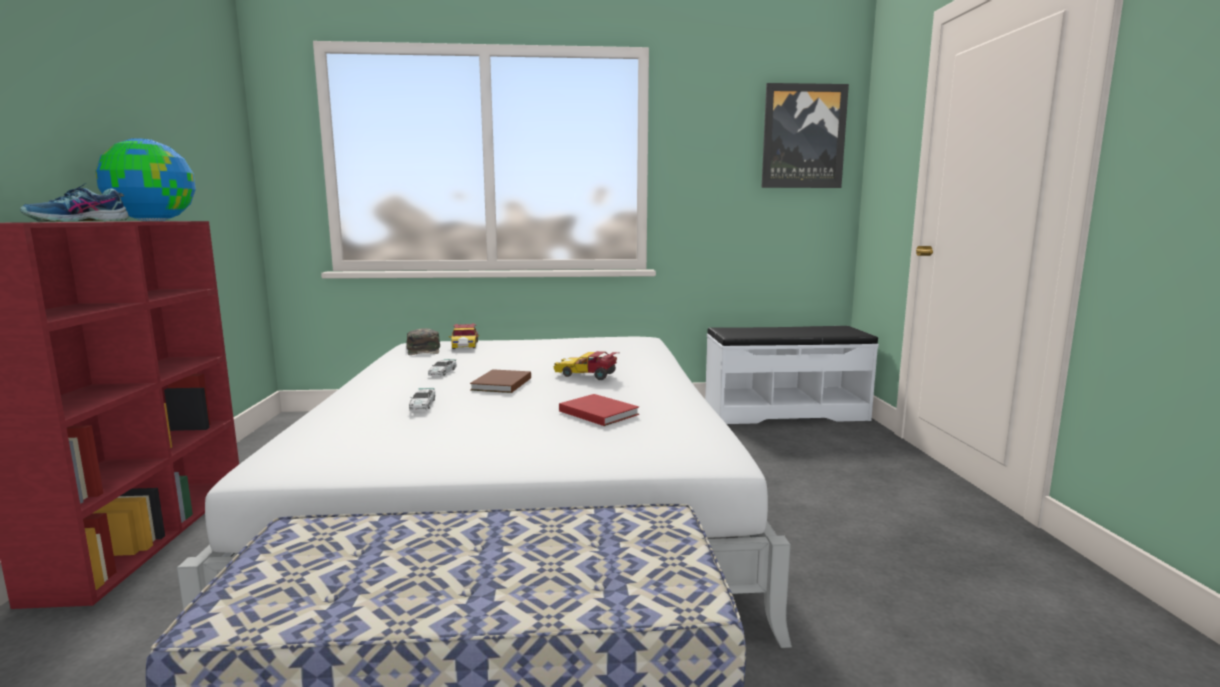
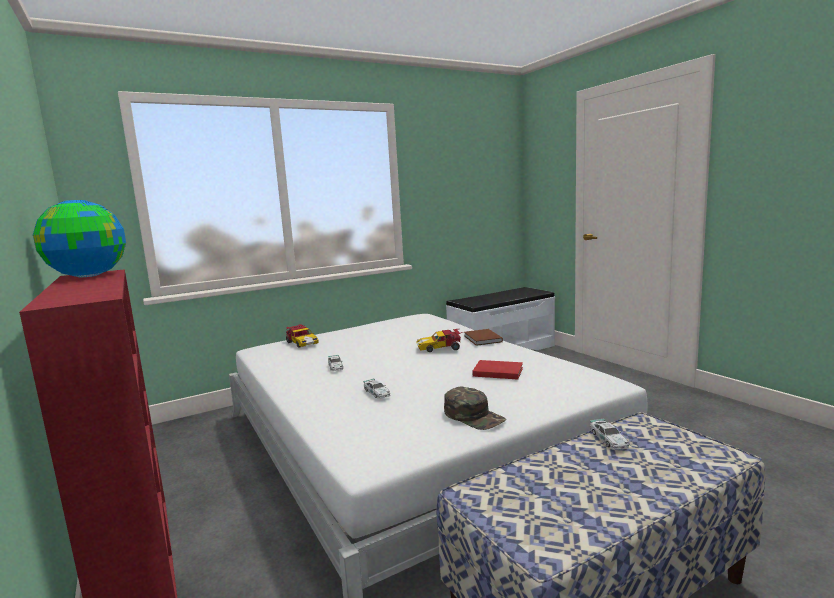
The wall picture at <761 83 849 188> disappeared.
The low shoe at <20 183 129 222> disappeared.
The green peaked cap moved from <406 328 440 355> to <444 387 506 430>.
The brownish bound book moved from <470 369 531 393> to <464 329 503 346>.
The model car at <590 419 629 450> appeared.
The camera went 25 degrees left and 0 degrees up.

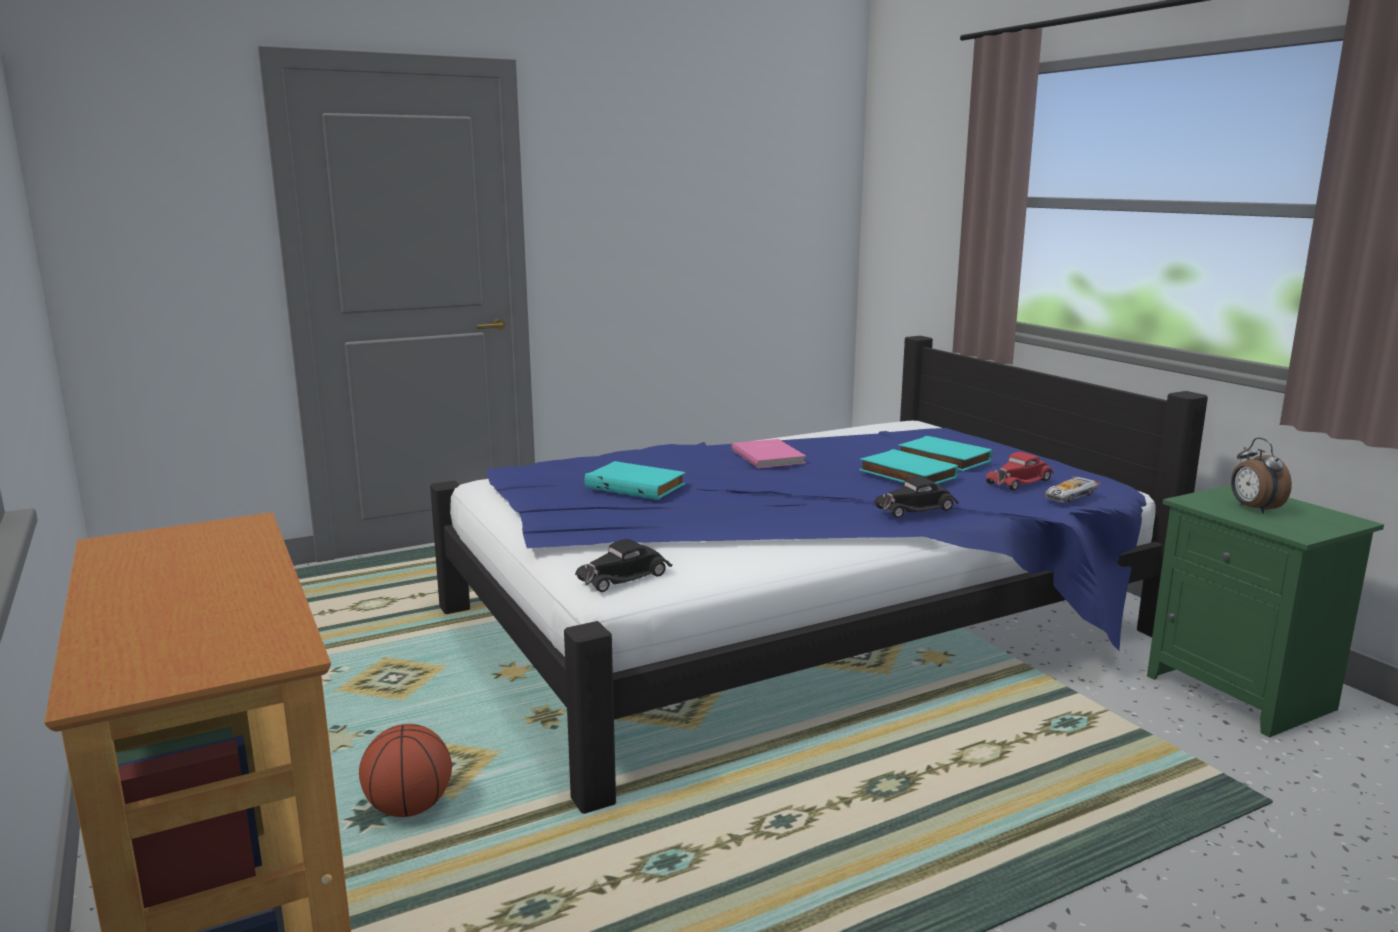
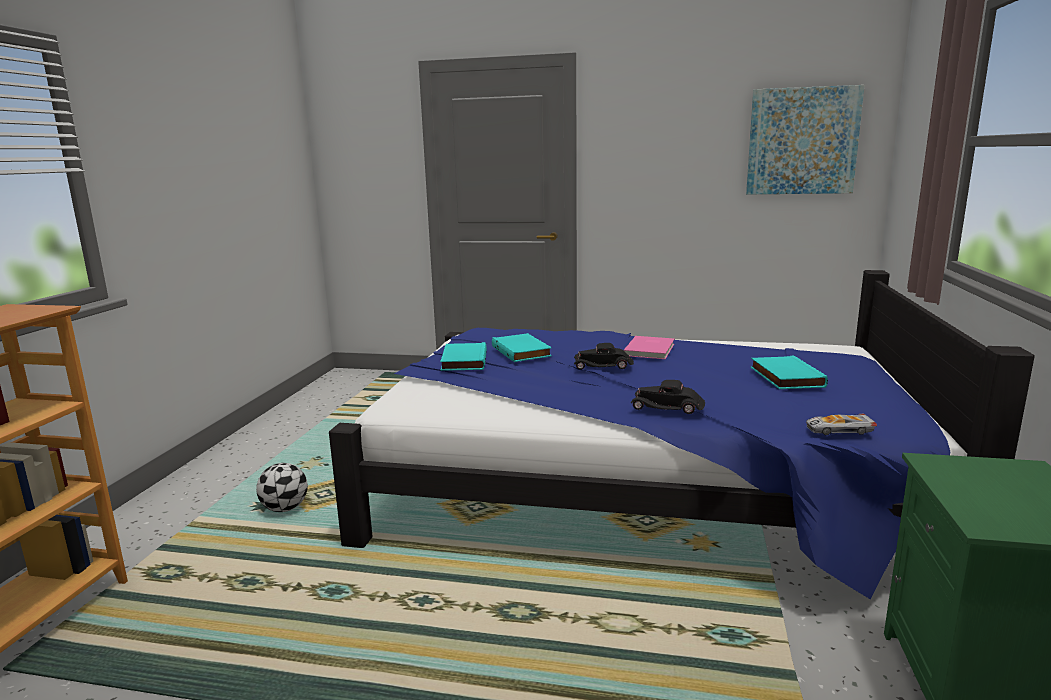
The alarm clock at <1231 438 1292 514> disappeared.
The turquoise-coloured bound book moved from <859 449 958 484> to <440 342 487 371>.
The red model car at <985 452 1055 491> disappeared.
The black model car moved from <575 539 673 592> to <574 343 634 370>.
The basketball at <359 724 452 817> was replaced by the ball for football at <256 463 308 512>.
The wall picture at <746 85 865 194> appeared.
The camera went 40 degrees right and 0 degrees up.

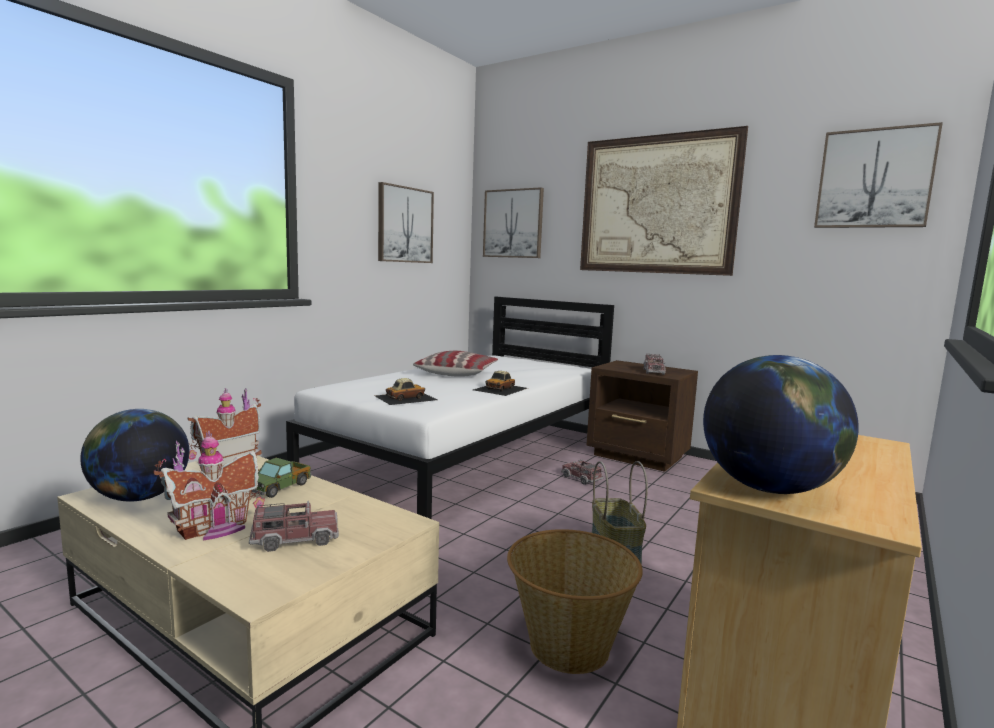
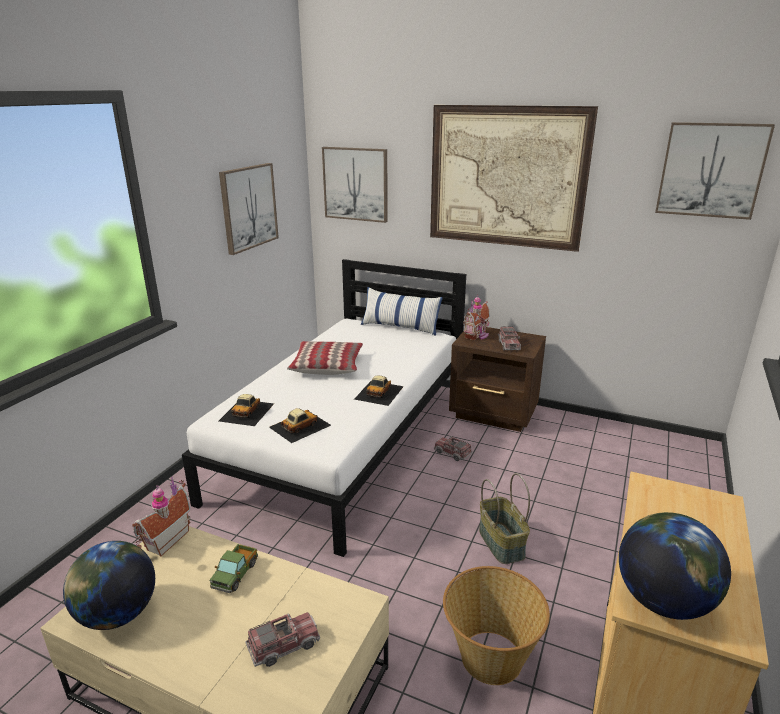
The model house moved from <153 431 264 541> to <463 295 490 340>.
The pillow at <361 287 442 336> appeared.
The model car at <219 394 274 426> appeared.
The camera went 10 degrees left and 15 degrees up.

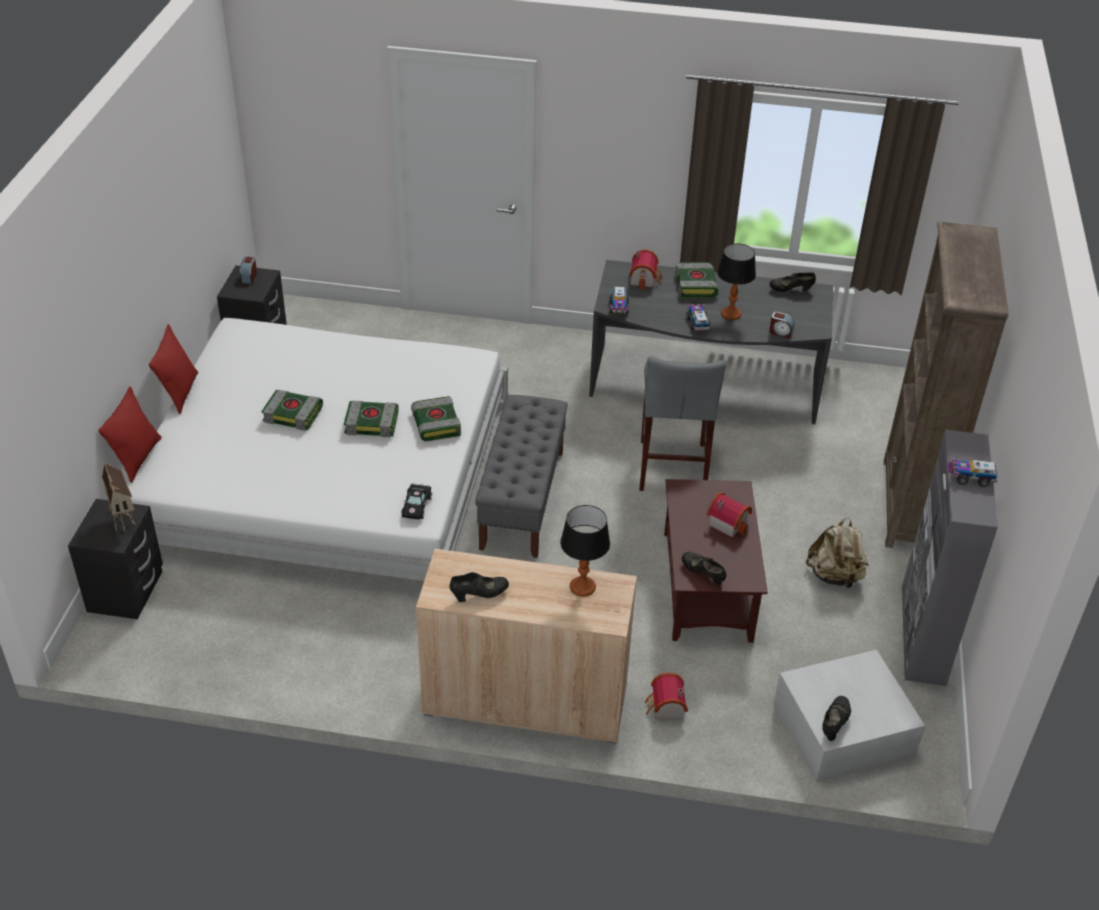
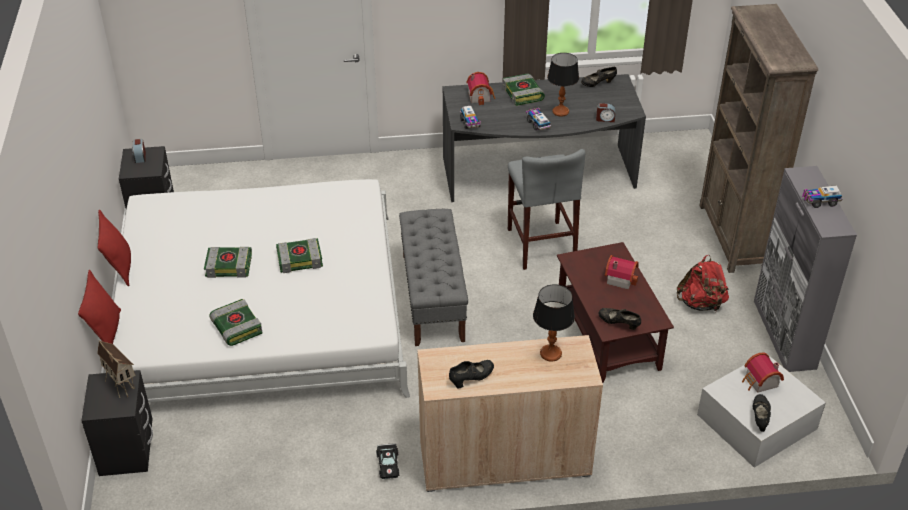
The bound book moved from <411 396 461 441> to <209 299 262 346>.
The black model car moved from <401 483 432 520> to <376 443 399 479>.
The beige knapsack at <806 518 869 588> became the red knapsack at <677 255 729 311>.
The model house moved from <645 673 688 719> to <742 352 784 393>.
The camera went 15 degrees left and 0 degrees up.

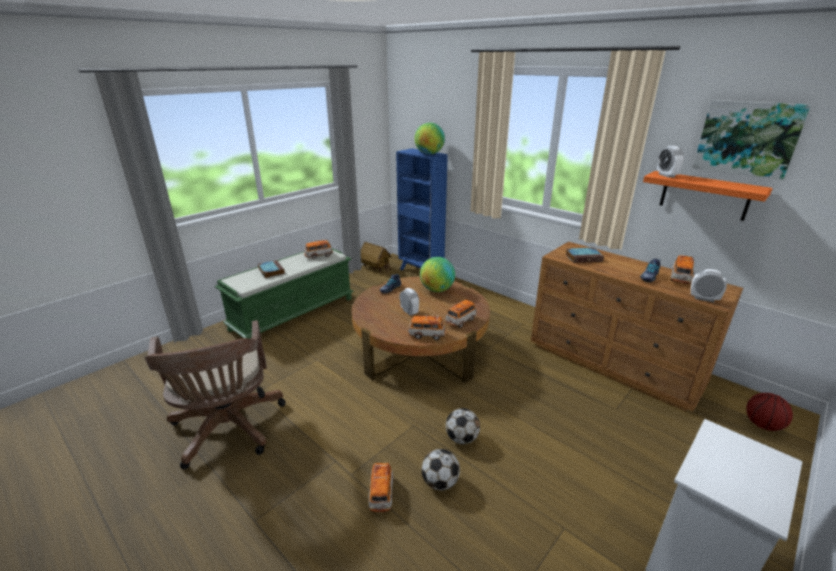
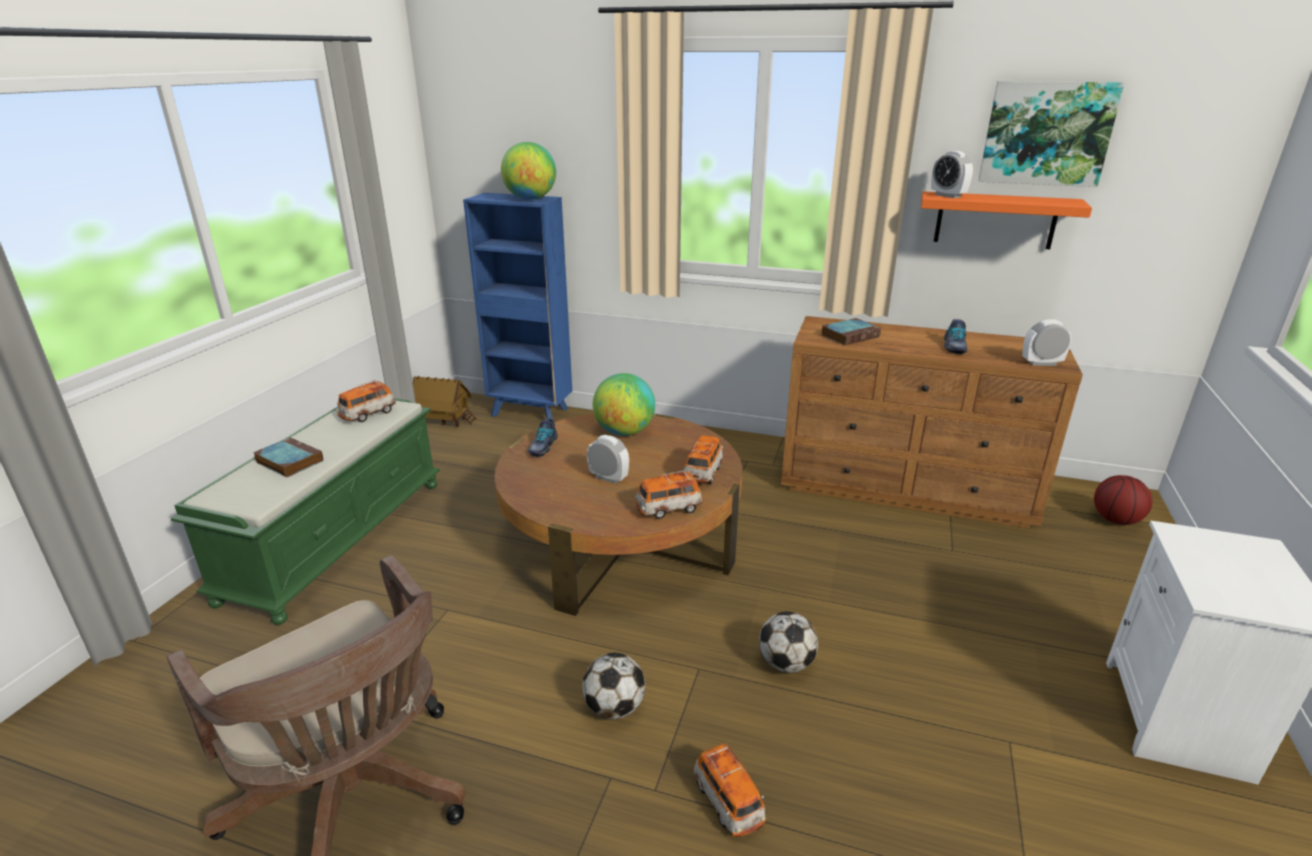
The model car at <671 255 695 284> disappeared.
The ball for football moved from <422 449 460 490> to <582 653 645 720>.
The camera went 25 degrees left and 0 degrees up.

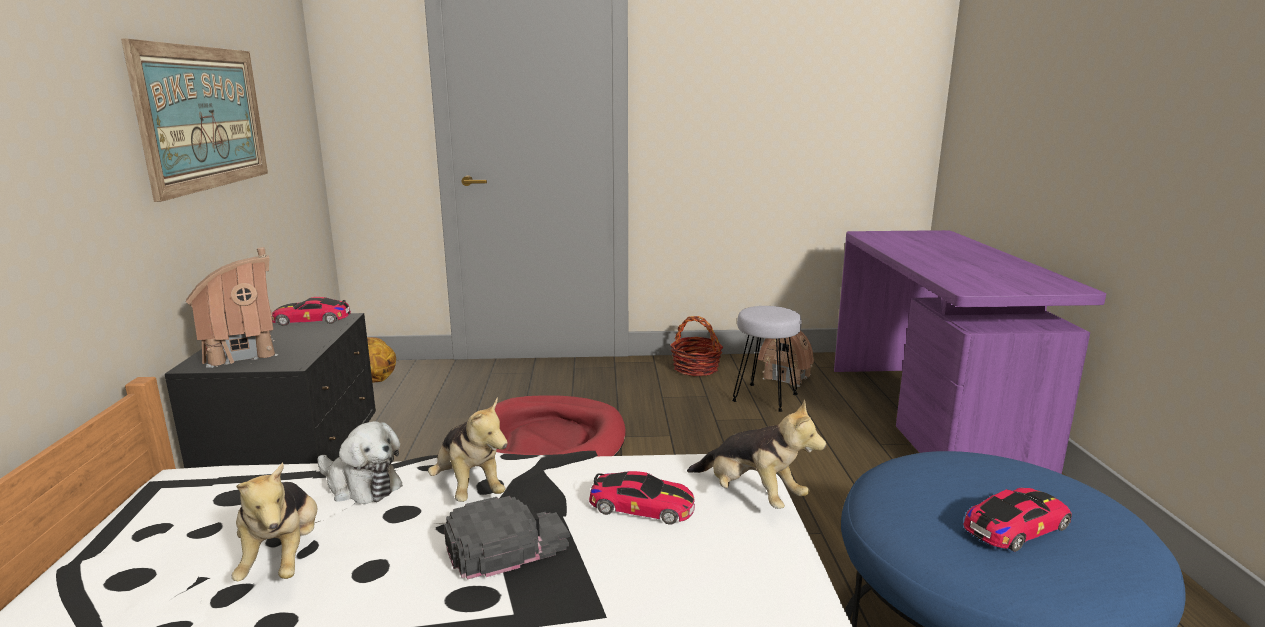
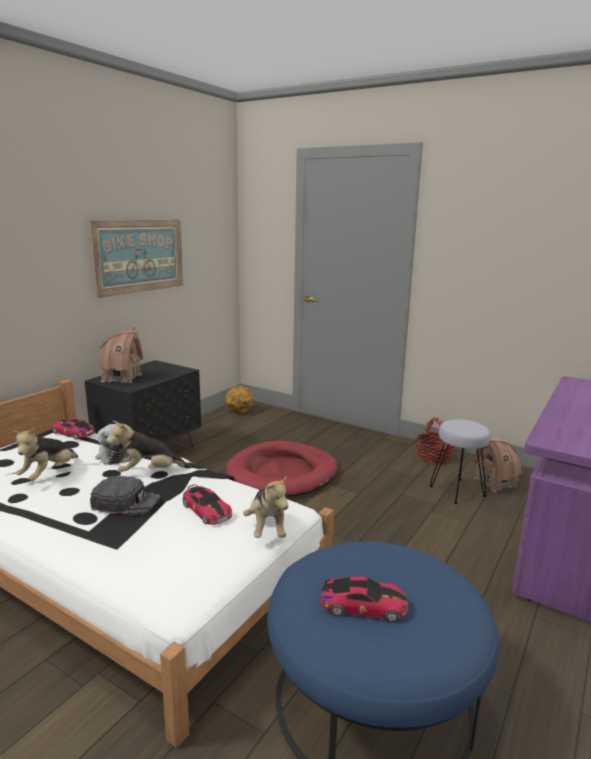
The model car moved from <272 297 351 326> to <51 418 95 440>.
The soft toy at <428 398 508 502> turned 75 degrees clockwise.
The camera went 35 degrees right and 0 degrees up.

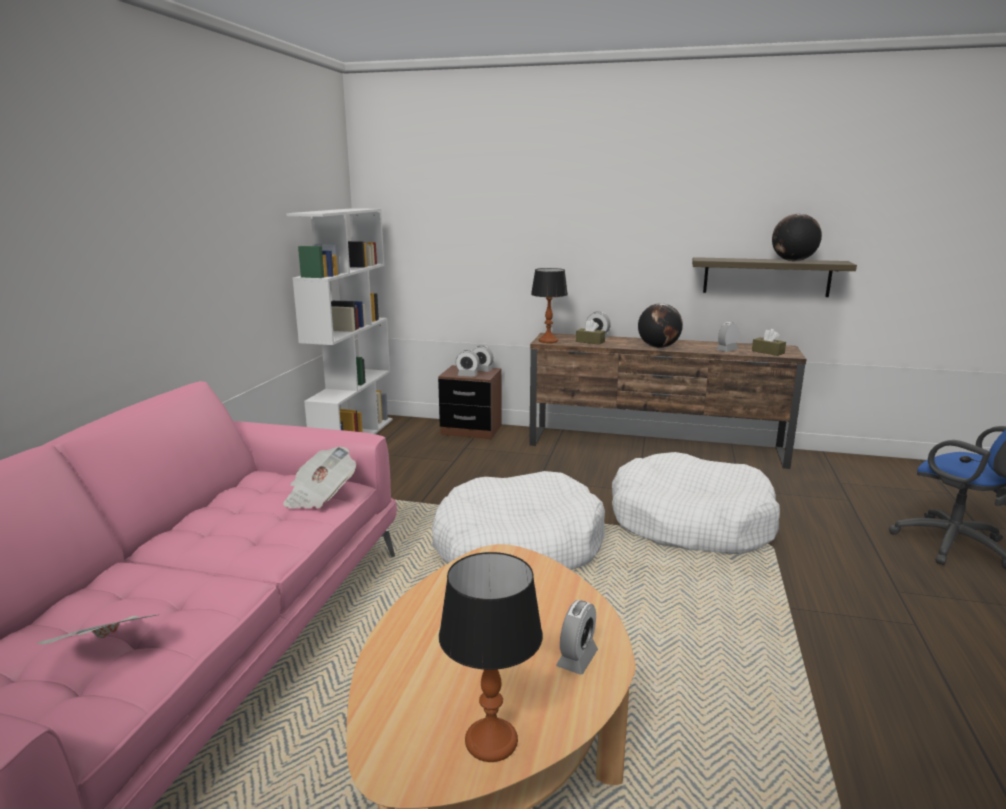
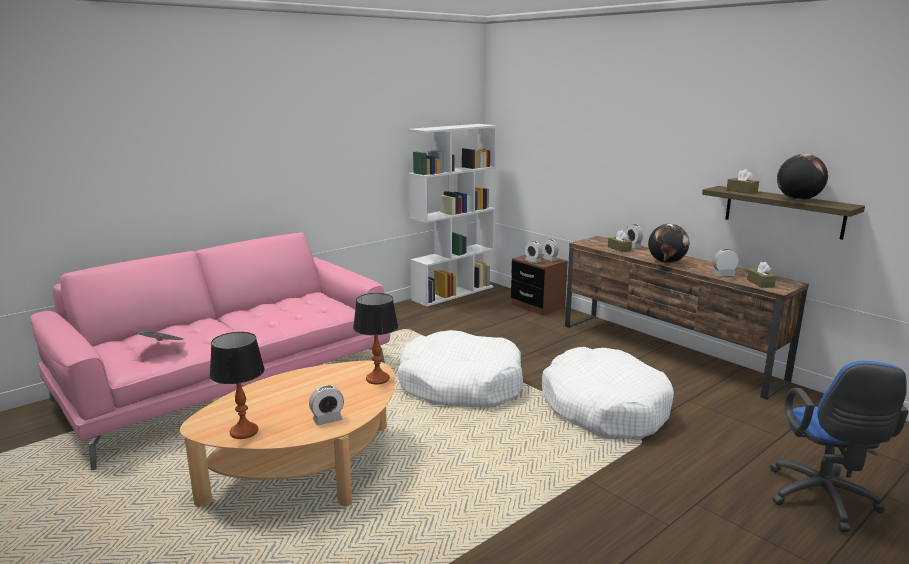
The lamp for a table moved from <531 268 568 343> to <353 293 398 384>.
The daily paper at <283 446 356 509> disappeared.
The brownish box of tissues at <726 169 759 194> appeared.
The camera went 35 degrees right and 0 degrees up.

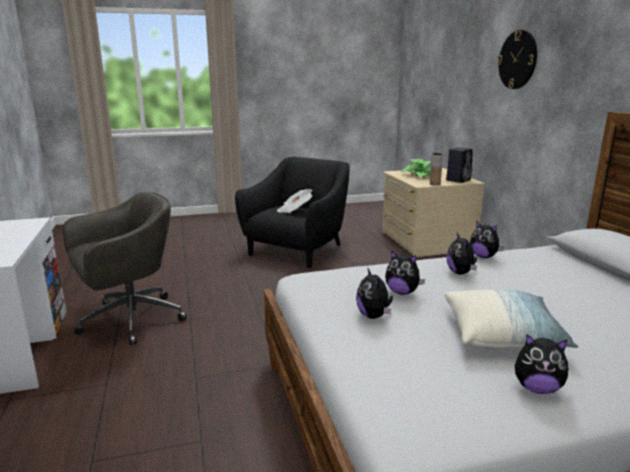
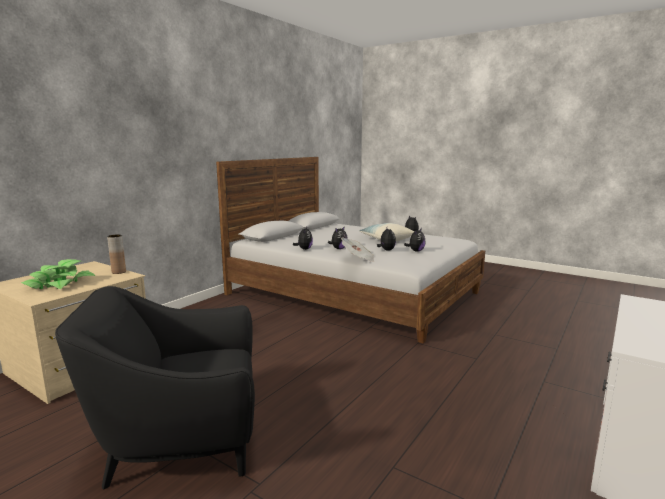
The wall clock at <497 30 537 89> disappeared.
The black audio speaker at <446 147 473 183> disappeared.
The daily paper moved from <277 189 312 213> to <341 238 374 262>.
The grey office chair at <62 192 187 345> disappeared.
The camera went 130 degrees left and 5 degrees down.

